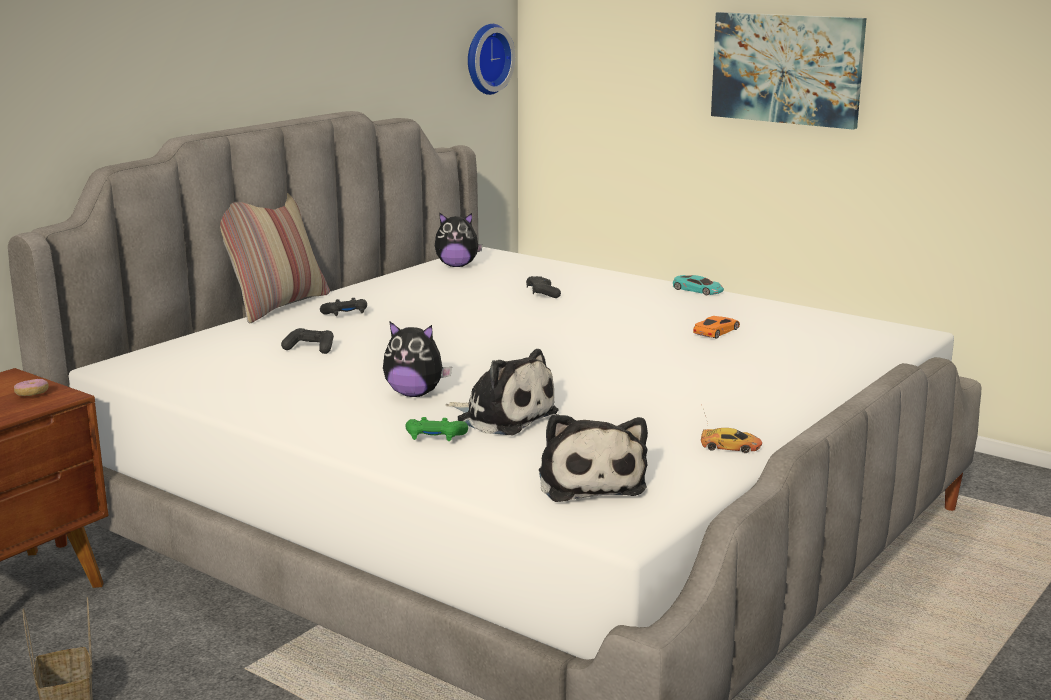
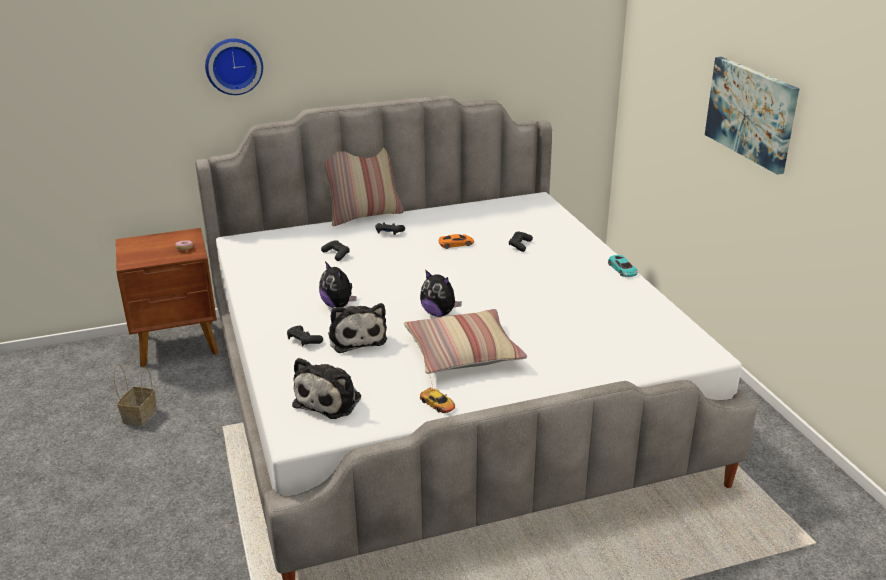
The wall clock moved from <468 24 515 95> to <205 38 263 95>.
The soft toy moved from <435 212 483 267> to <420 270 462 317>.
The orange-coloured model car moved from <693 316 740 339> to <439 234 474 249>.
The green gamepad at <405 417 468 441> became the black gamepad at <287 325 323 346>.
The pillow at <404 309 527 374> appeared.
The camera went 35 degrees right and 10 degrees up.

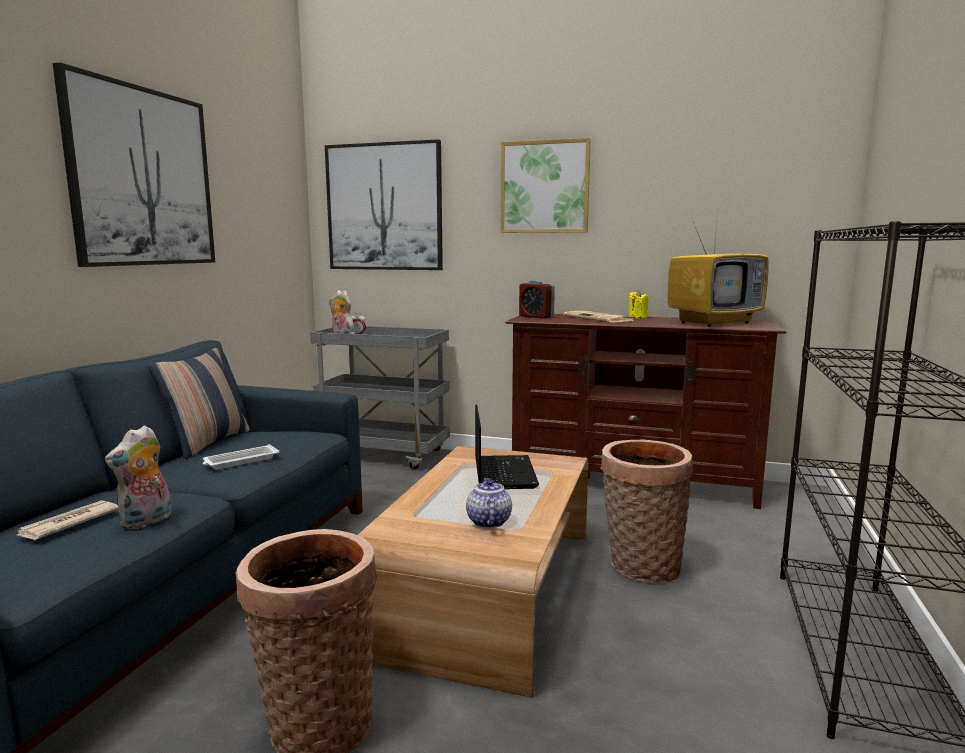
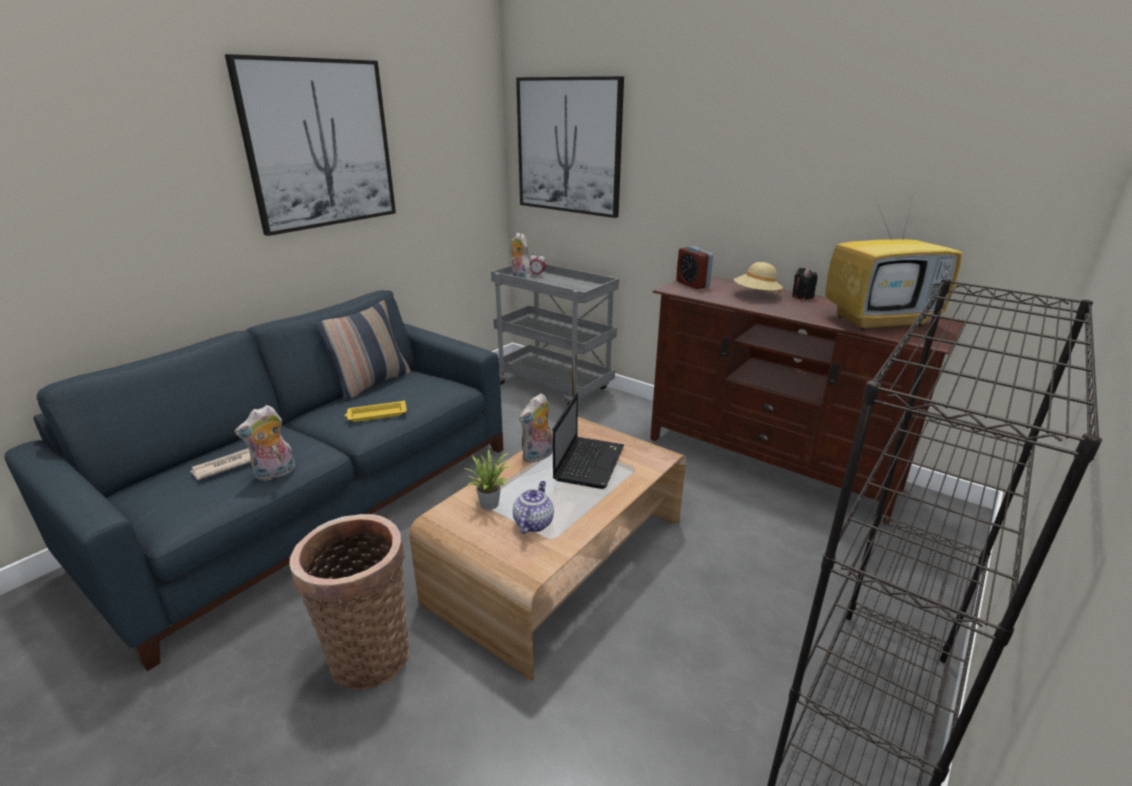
The wall picture at <501 138 591 233> disappeared.
The yellow-coloured candle at <629 291 648 318> became the black candle at <792 268 818 300>.
The daily paper at <563 311 635 323> was replaced by the beige wearable hat at <734 262 783 294>.
The storage basket at <600 440 693 583> disappeared.
The white carrying tray at <202 444 280 469> became the yellow-coloured carrying tray at <344 400 407 422>.
The soft toy at <519 393 553 463> appeared.
The plant in a pot at <463 449 513 510> appeared.
The camera went 20 degrees right and 15 degrees up.

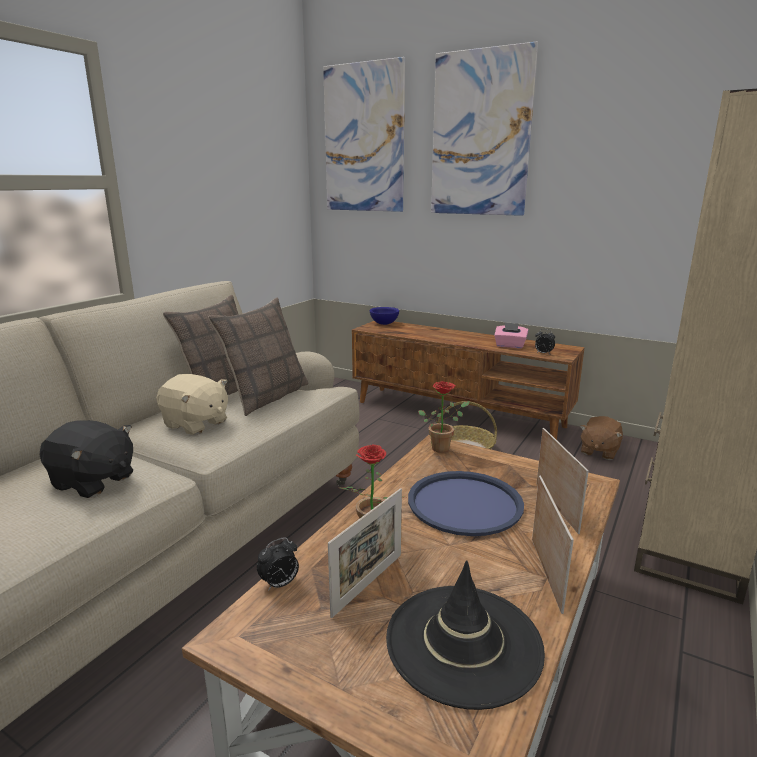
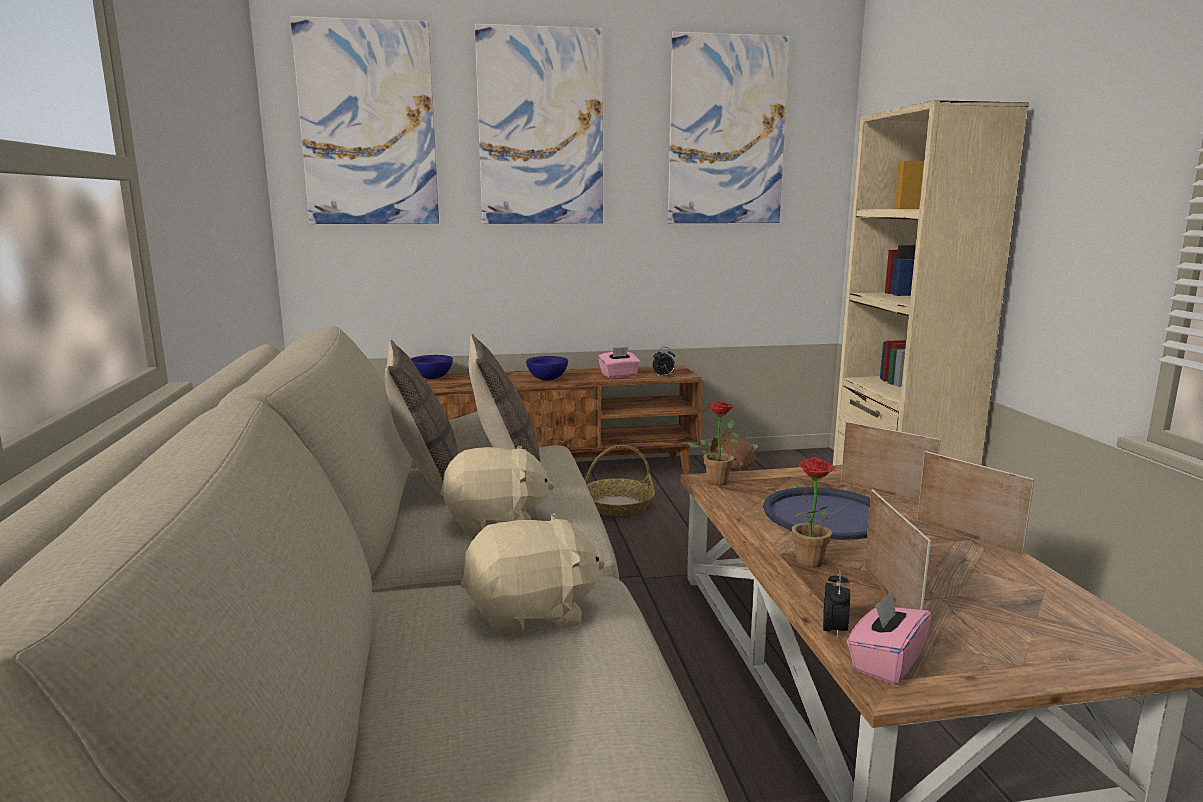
The black soft toy at <39 420 133 498> became the beige soft toy at <461 513 605 638>.
The black wearable hat at <386 560 545 710> disappeared.
The wall picture at <668 32 790 223> appeared.
The blue deep dish at <526 356 568 381> appeared.
The pinkish box of tissues at <847 591 932 685> appeared.
The camera went 40 degrees left and 5 degrees down.

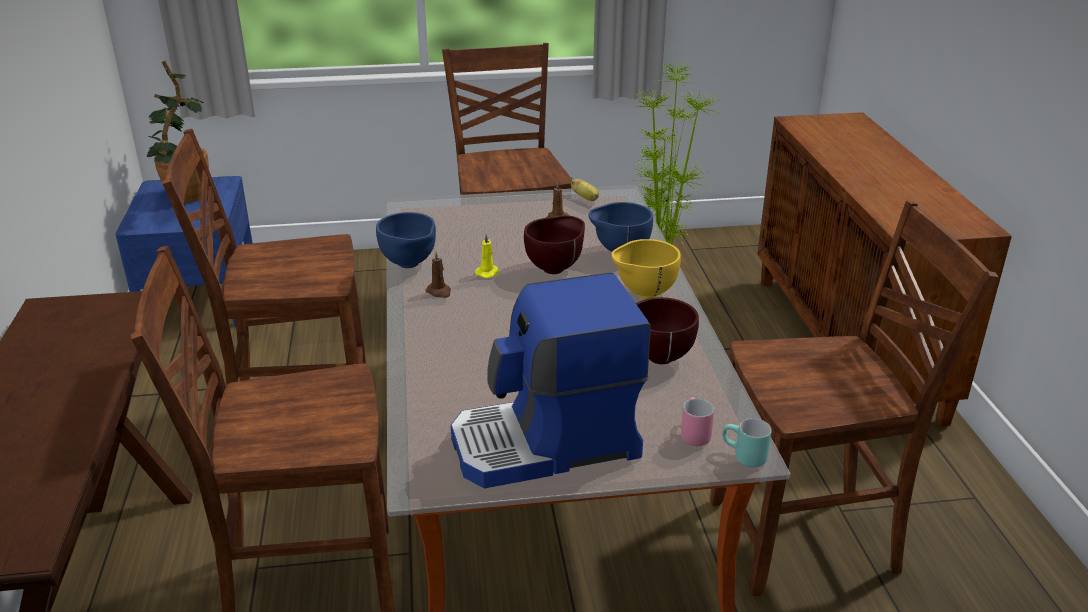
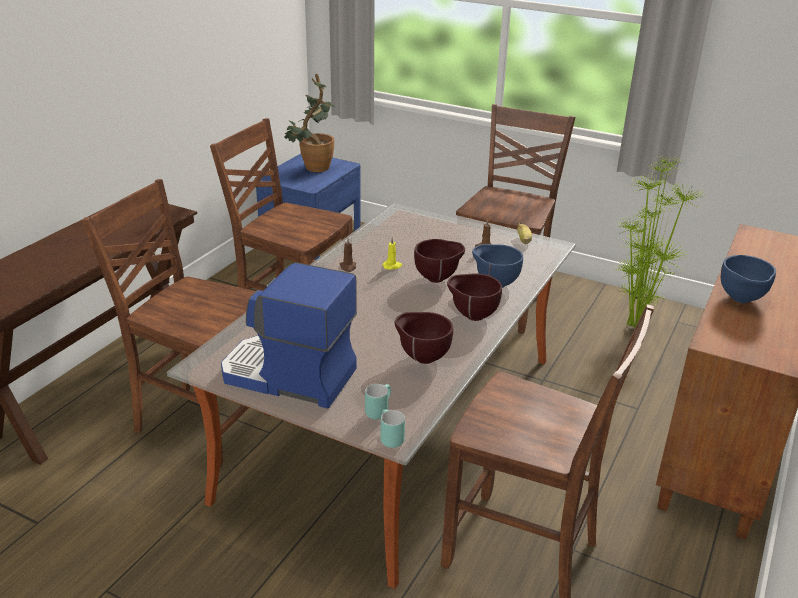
The blue deep dish moved from <376 212 436 268> to <721 255 776 303>.
The yellow-coloured deep dish at <611 239 681 299> became the brownish deep dish at <447 273 502 321>.
The pinkish tea mug at <681 397 714 446> became the turquoise-coloured tea mug at <365 384 391 420>.
The camera went 35 degrees right and 0 degrees up.

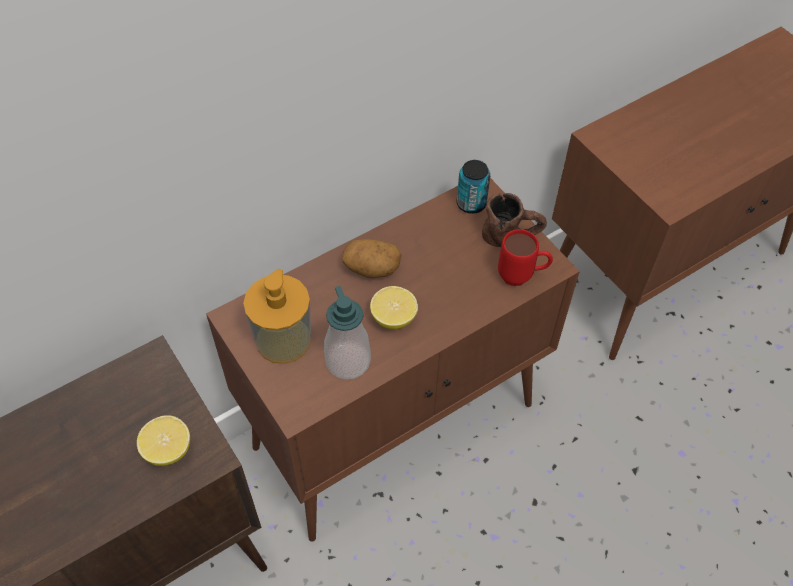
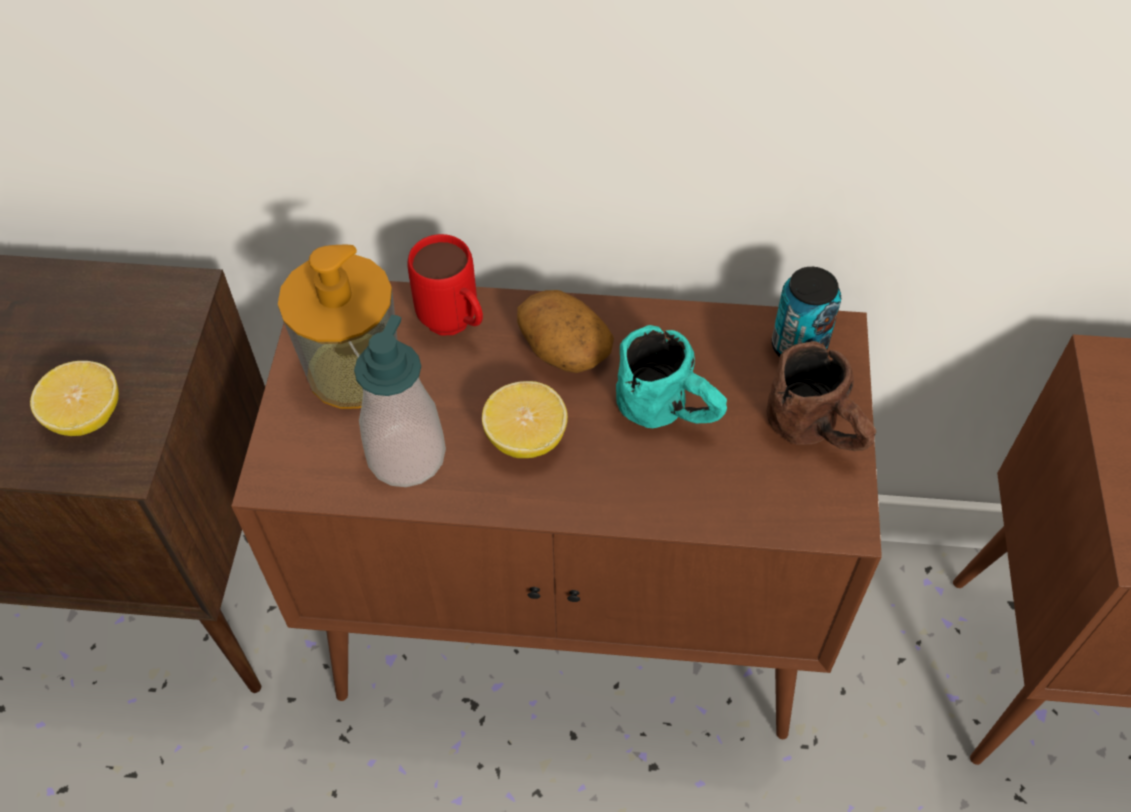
The red tea mug moved from <498 229 553 286> to <407 234 483 336>.
The turquoise-coloured tea mug at <616 325 727 428> appeared.
The camera went 40 degrees right and 0 degrees up.

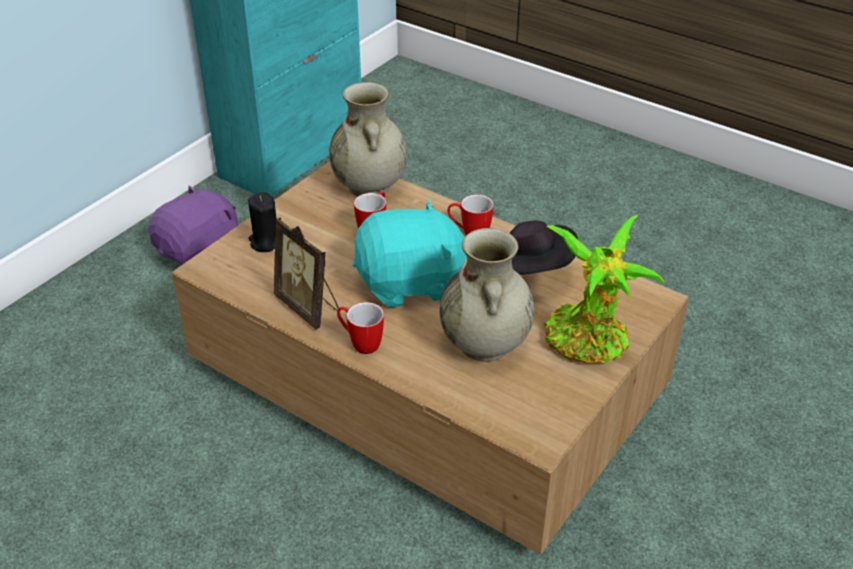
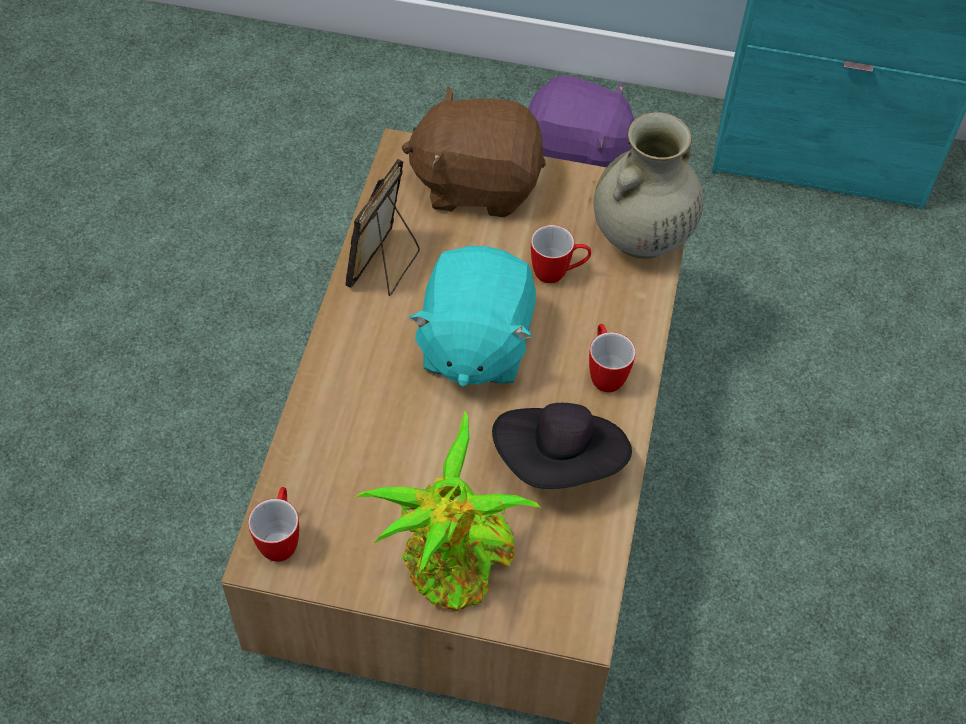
The black candle at <248 192 277 252> was replaced by the brownish soft toy at <401 86 546 217>.
The turquoise-coloured soft toy at <353 200 467 308> turned 45 degrees clockwise.
The beige flower vase at <440 228 534 362> disappeared.
The tea mug moved from <337 302 384 354> to <248 487 299 562>.
The camera went 65 degrees right and 15 degrees up.

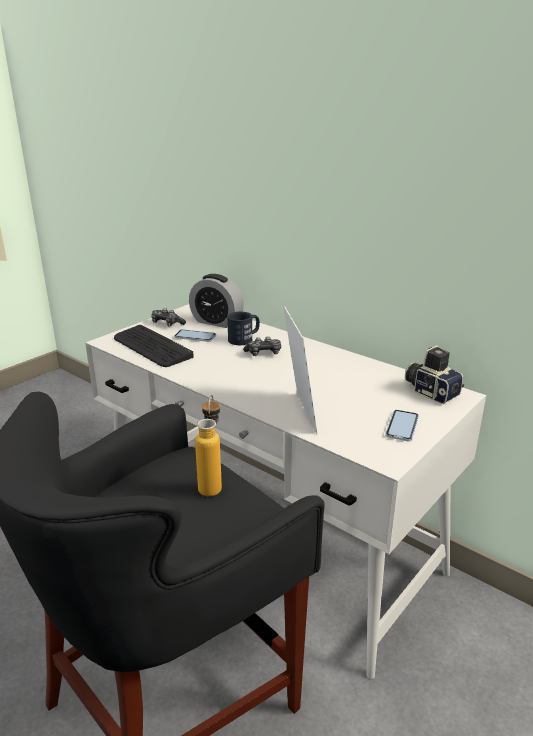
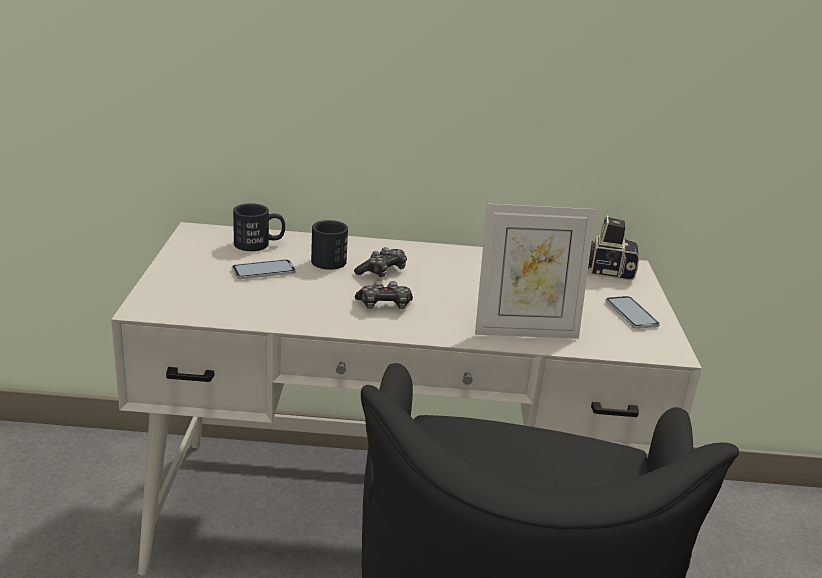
The alarm clock at <189 274 244 328> was replaced by the black tea mug at <233 203 285 251>.
The picture frame at <283 305 317 435> turned 135 degrees clockwise.
The gamepad moved from <151 308 186 327> to <355 281 413 309>.
The PC keyboard at <114 325 194 367> disappeared.
The drink bottle at <195 395 222 496> disappeared.
The camera went 40 degrees left and 0 degrees up.

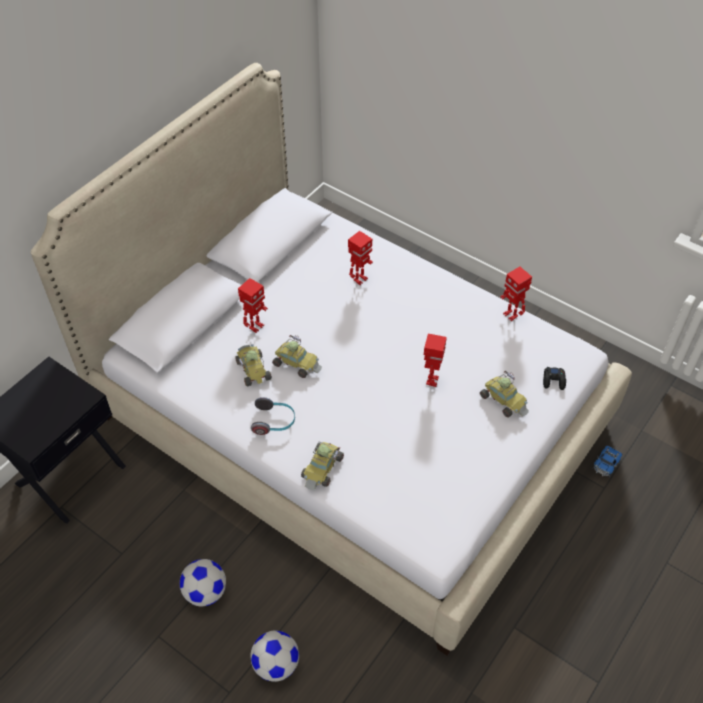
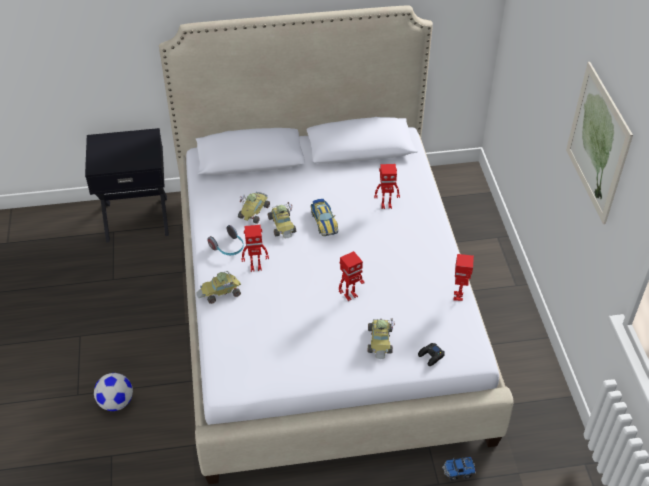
The model robot moved from <238 278 268 333> to <241 225 269 272>.
The ball for football at <180 559 226 606> disappeared.
The wall picture at <566 62 633 224> appeared.
The model car at <311 199 338 236> appeared.
The camera went 45 degrees right and 5 degrees down.

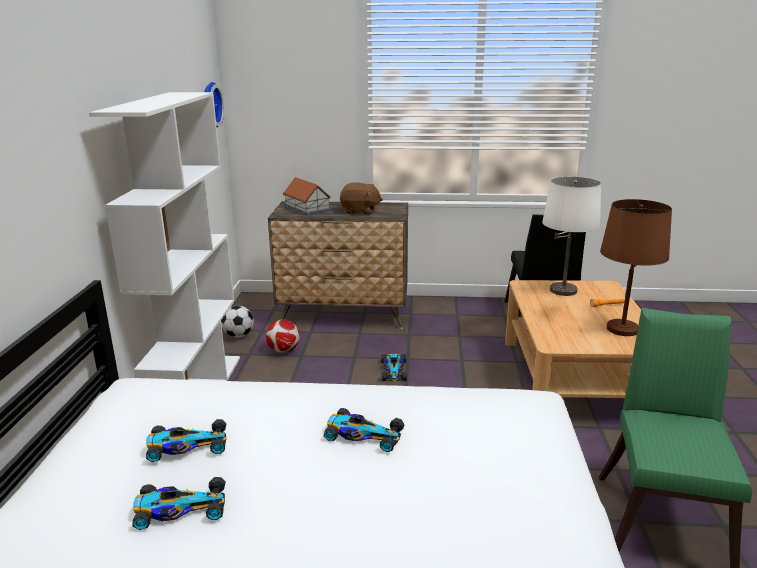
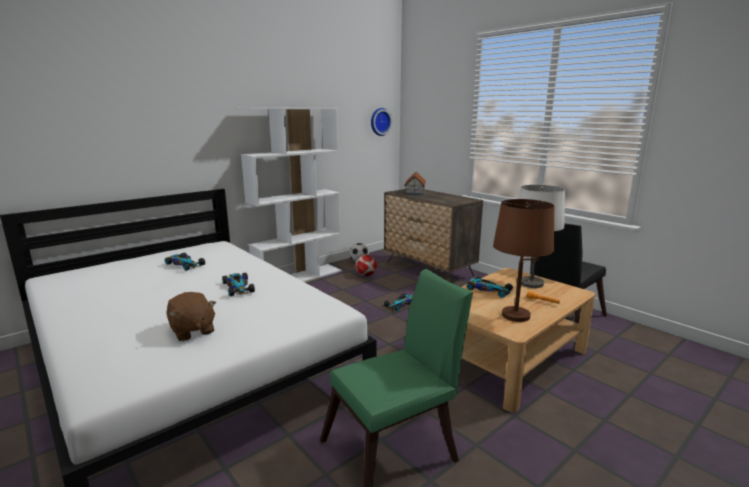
The brownish soft toy moved from <340 183 383 215> to <166 292 216 341>.
The model car moved from <133 477 226 530> to <467 276 513 298>.
The camera went 45 degrees right and 5 degrees down.

